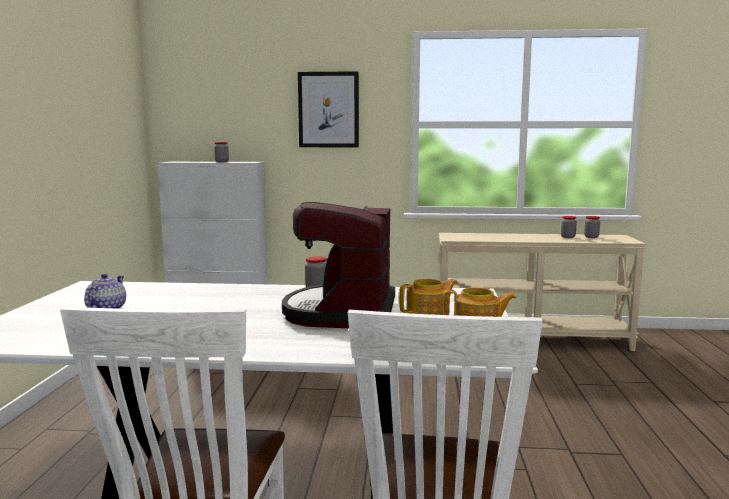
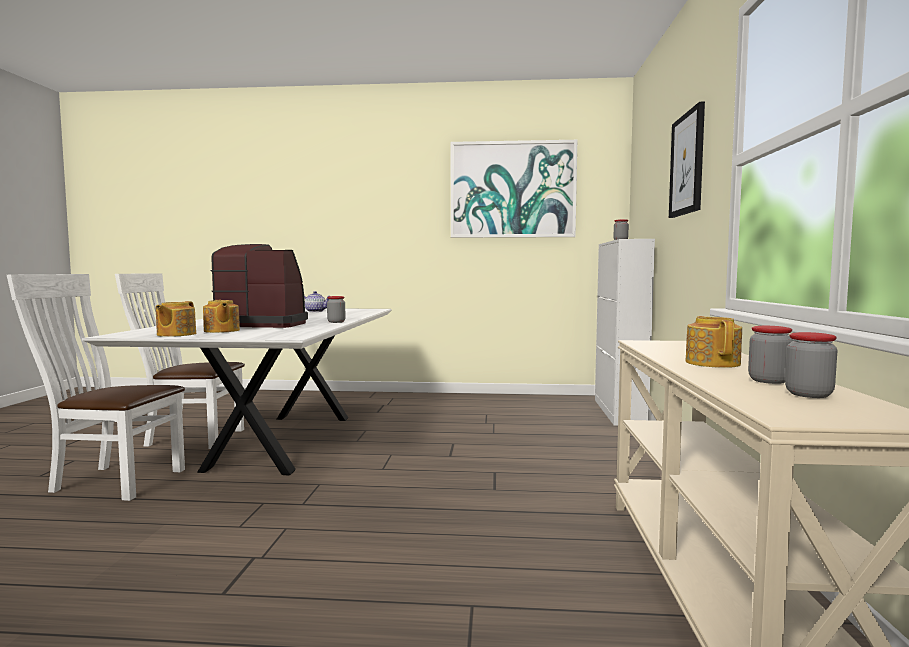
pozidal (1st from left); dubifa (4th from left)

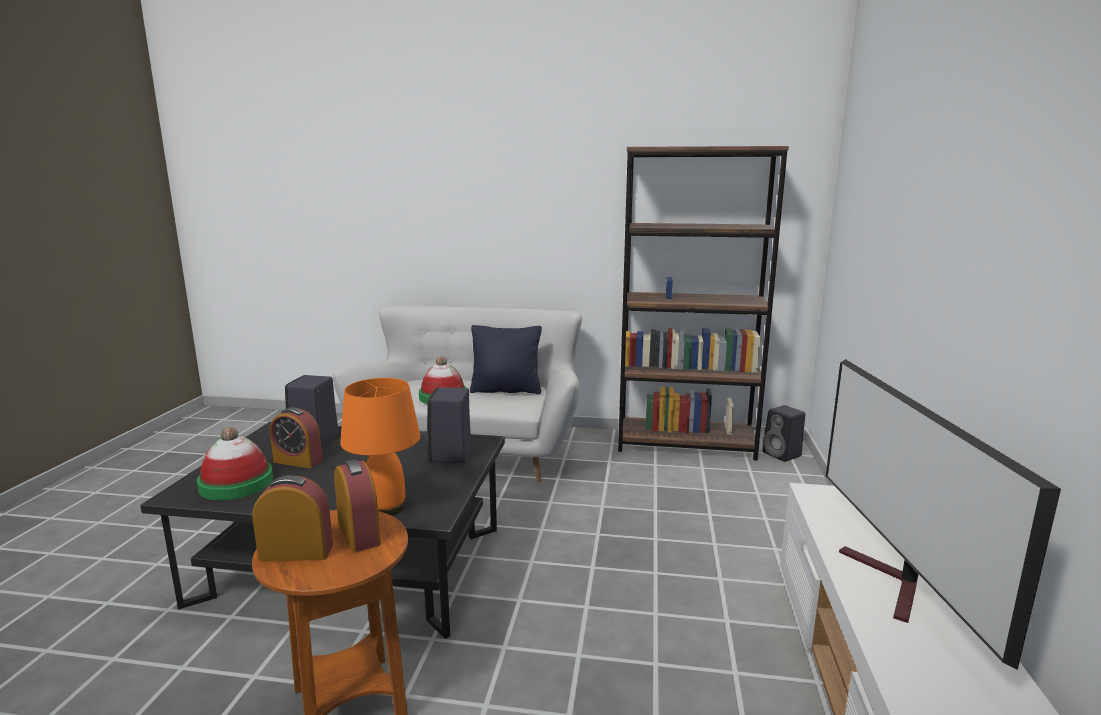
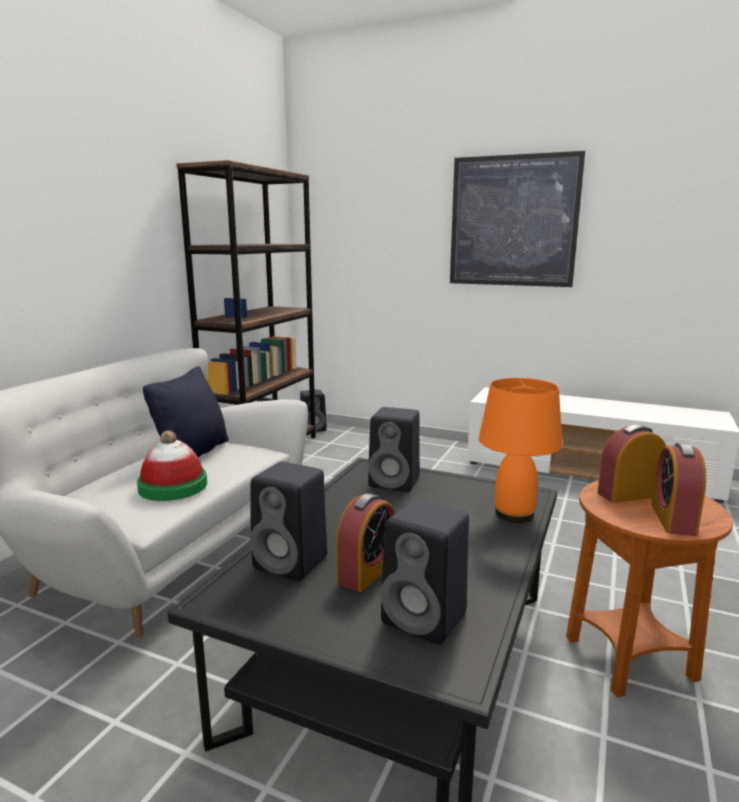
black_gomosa (4th from left); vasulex; pozidal

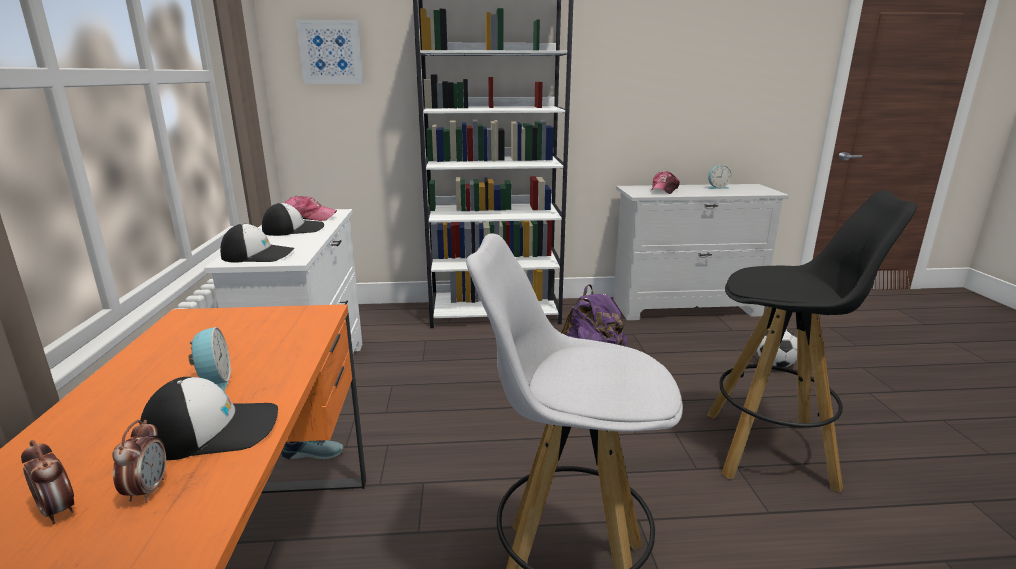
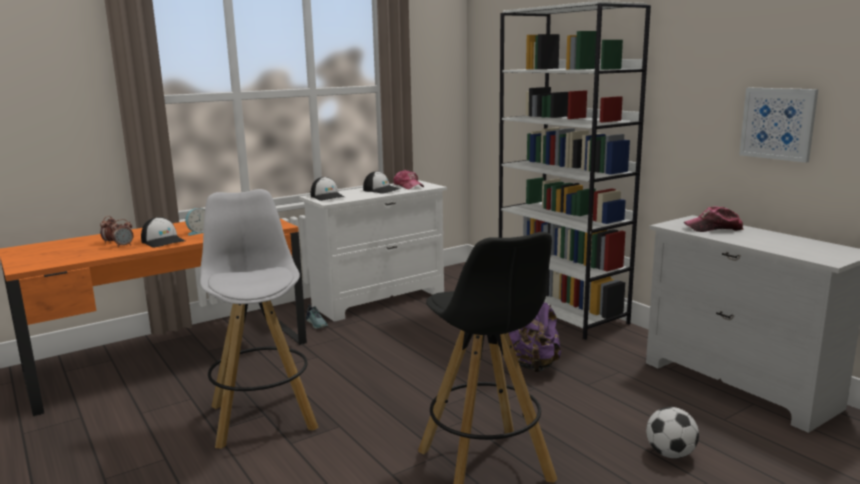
pozidal; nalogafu (4th from left in the first image)

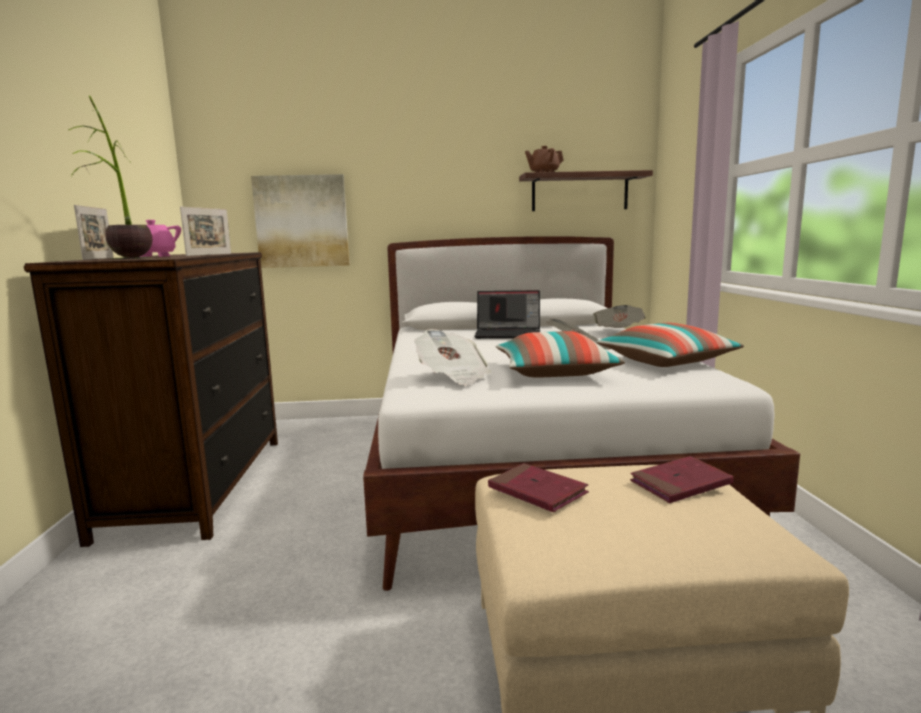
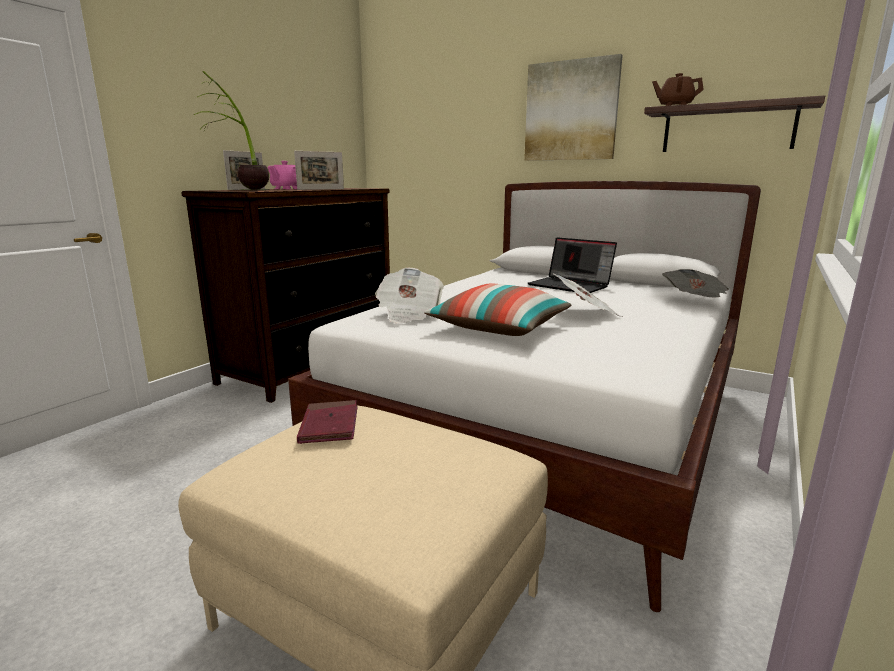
pozidal; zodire (2nd from left in the first image); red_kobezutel (2nd from left in the first image)

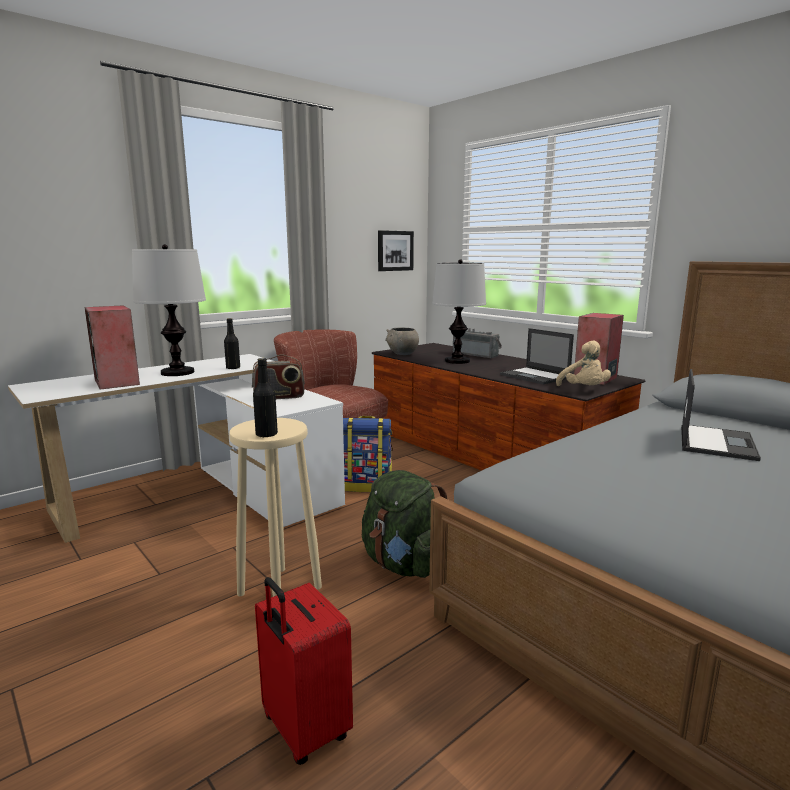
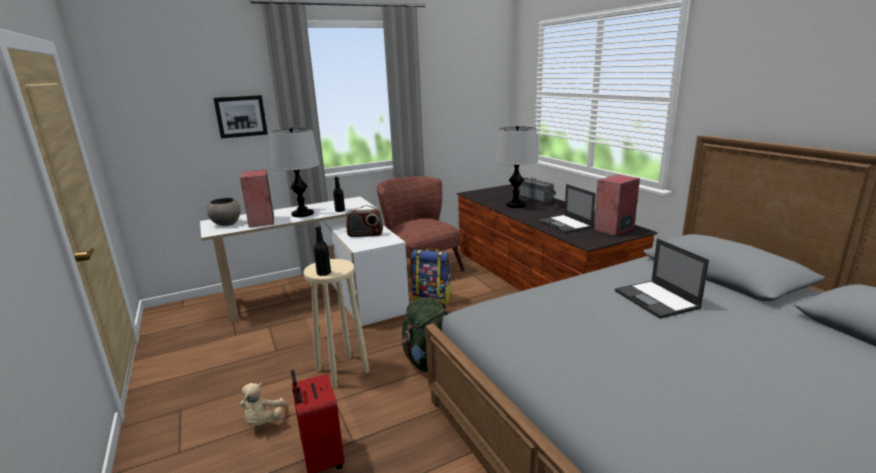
pozidal; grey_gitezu; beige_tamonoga; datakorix (2nd from left)

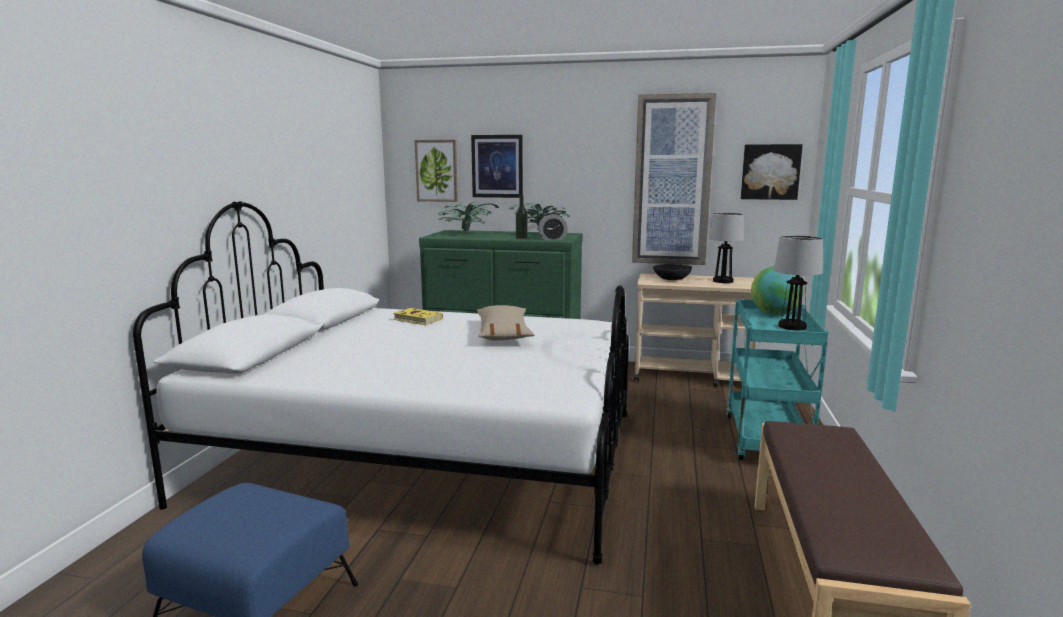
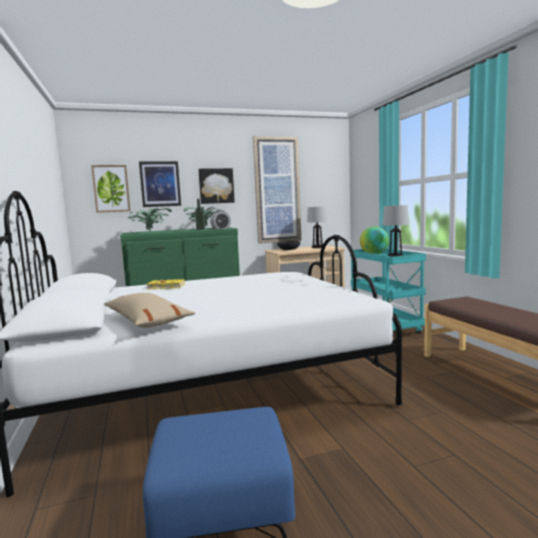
beige_zodire; pozidal (3rd from left)

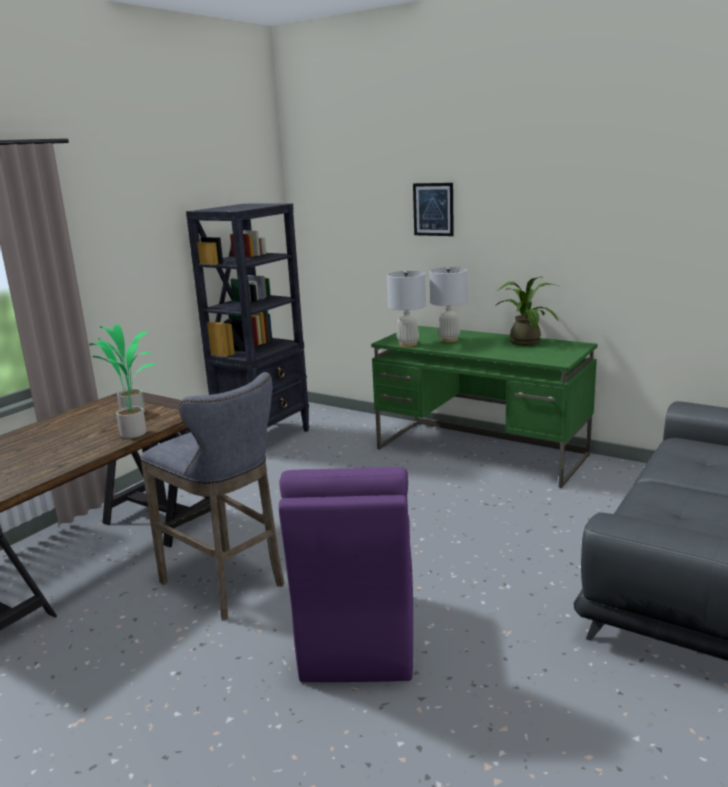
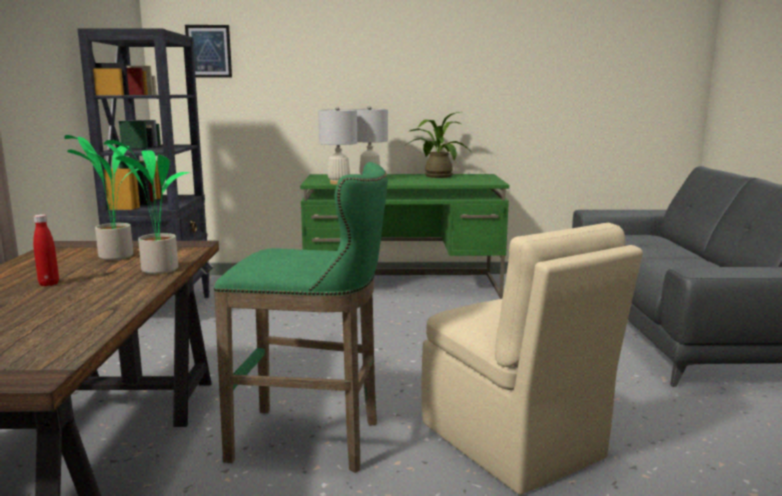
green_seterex; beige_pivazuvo; pozidal; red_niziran

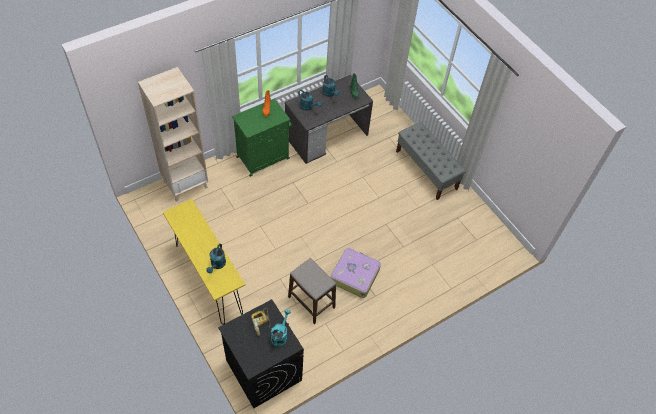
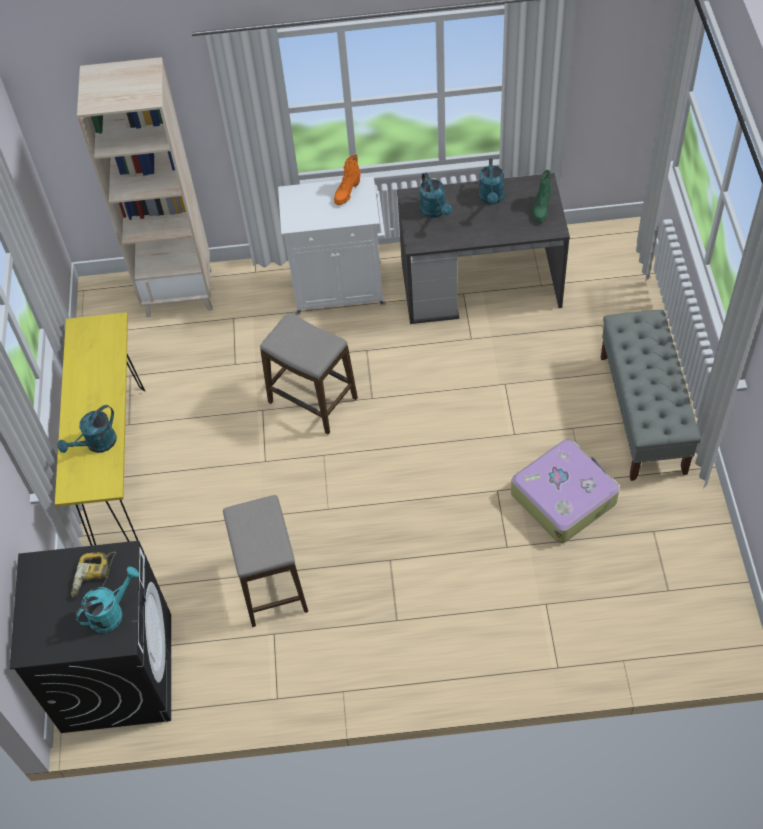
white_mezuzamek; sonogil; seterex (2nd from left)

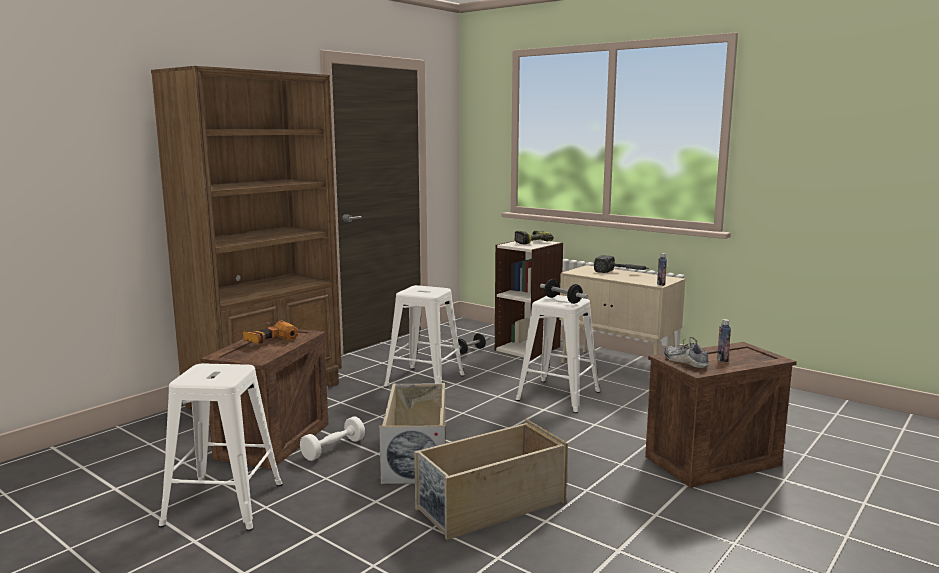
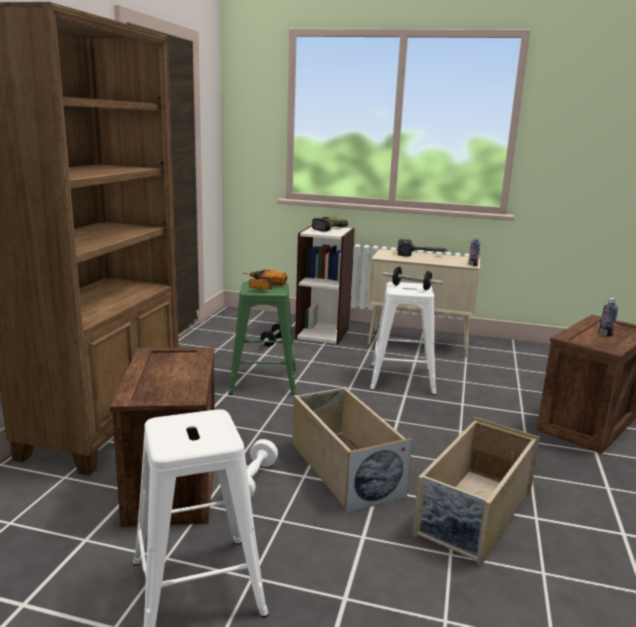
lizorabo (1st from left); green_seterex; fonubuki

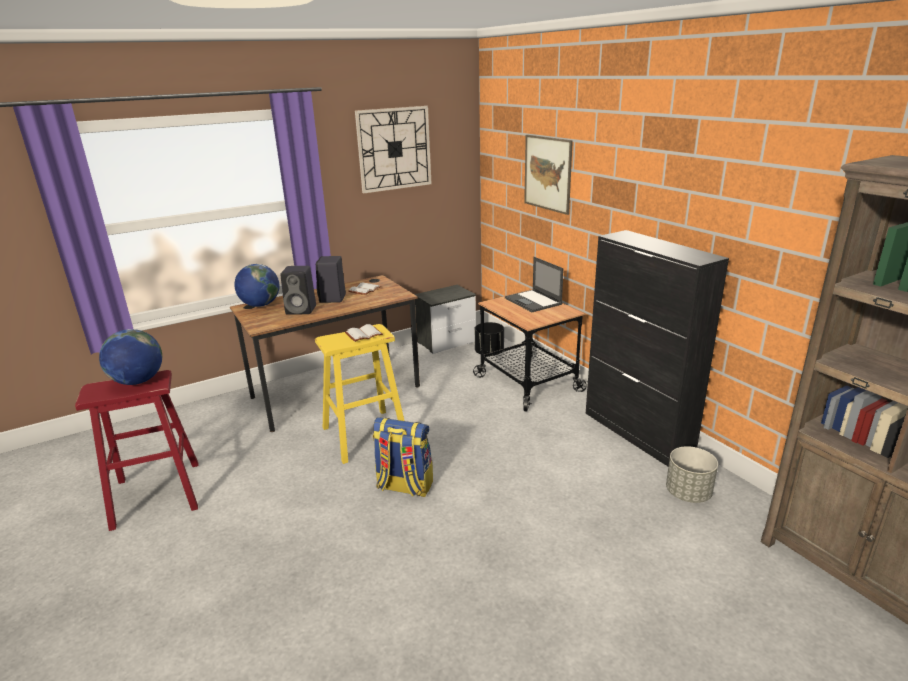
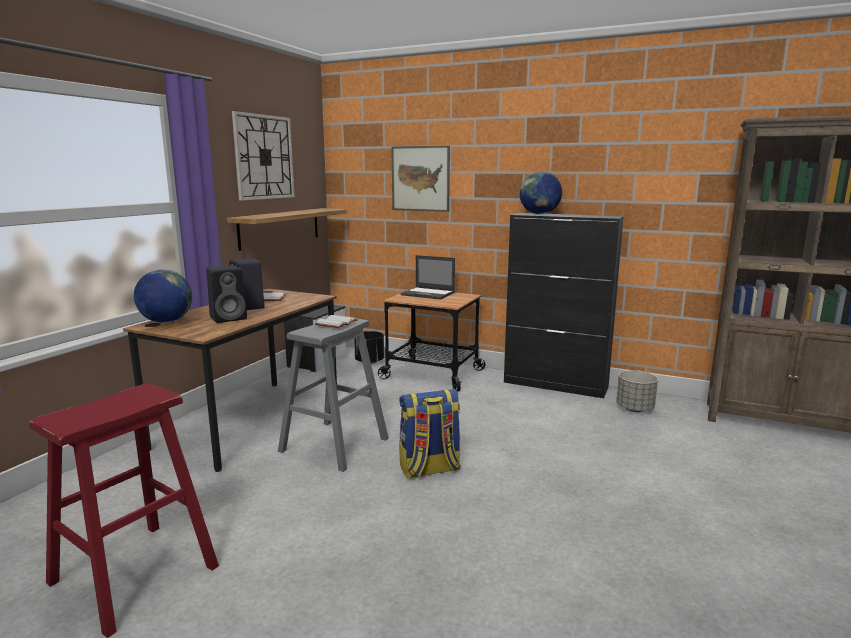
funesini (2nd from left); grey_seterex; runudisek

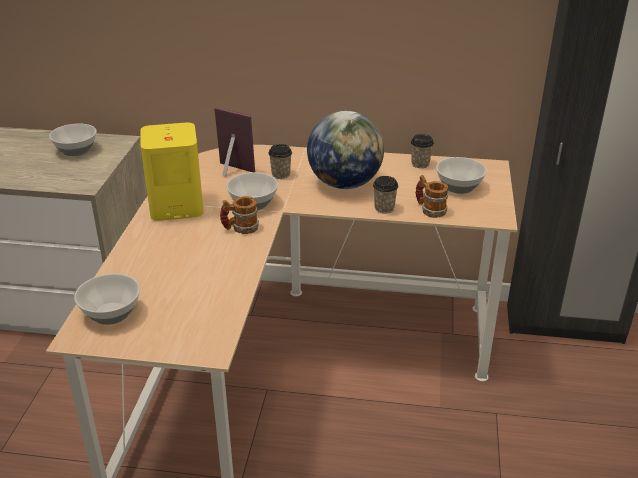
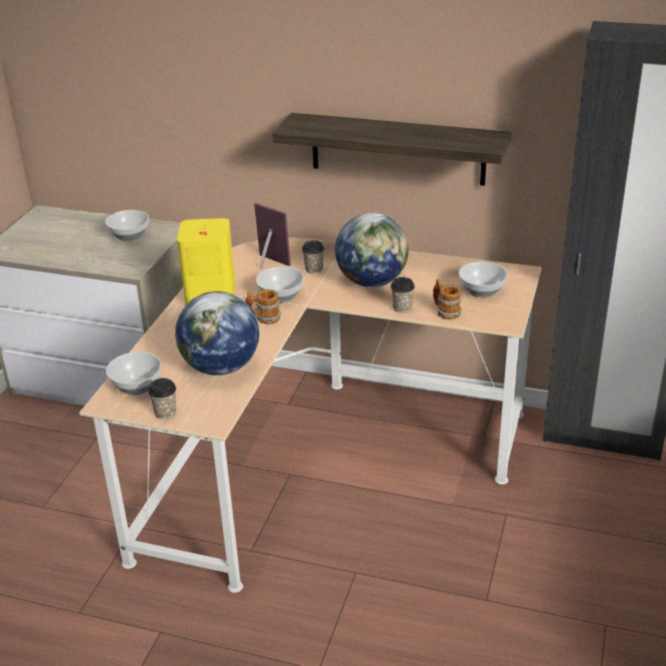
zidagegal (1st from left); funesini (1st from left); runudisek

